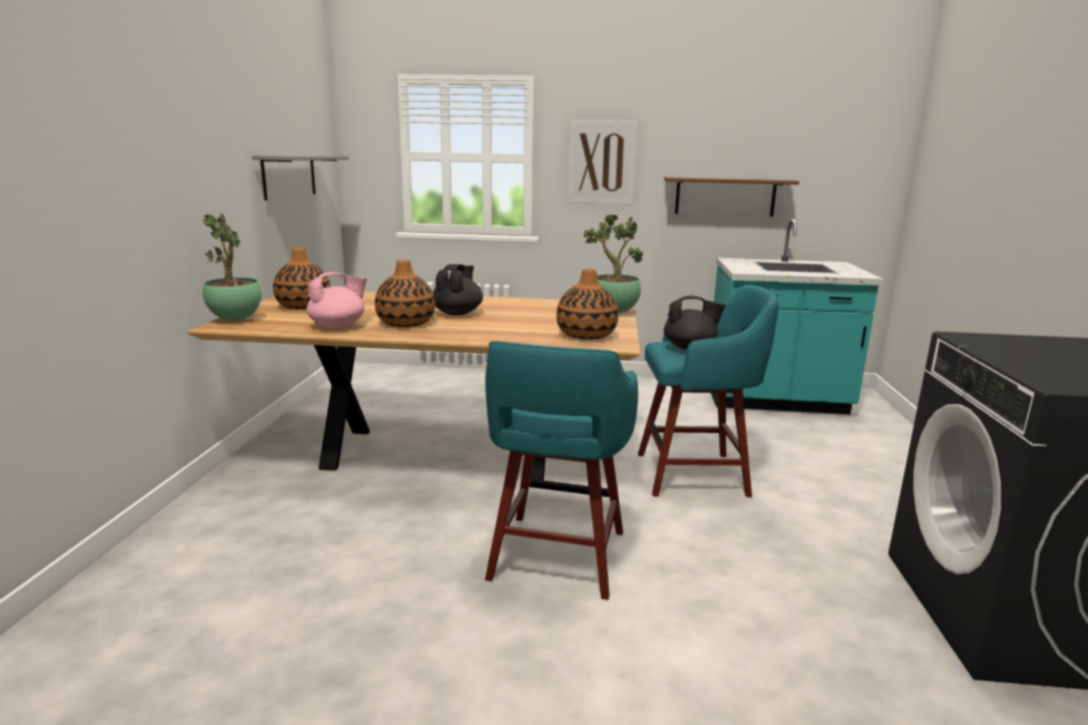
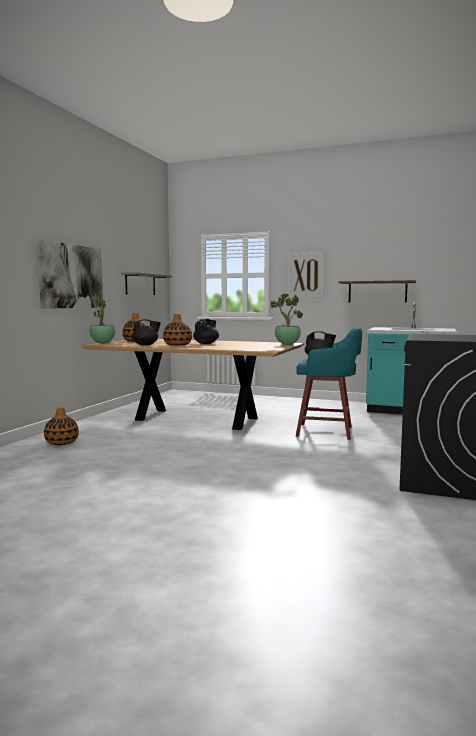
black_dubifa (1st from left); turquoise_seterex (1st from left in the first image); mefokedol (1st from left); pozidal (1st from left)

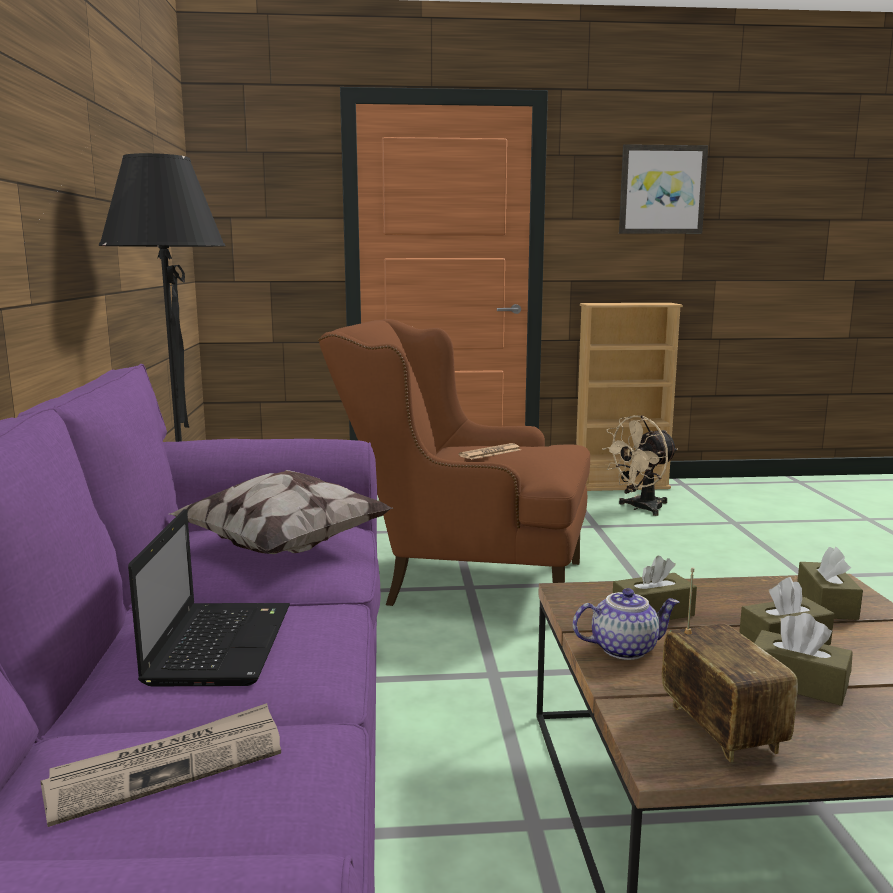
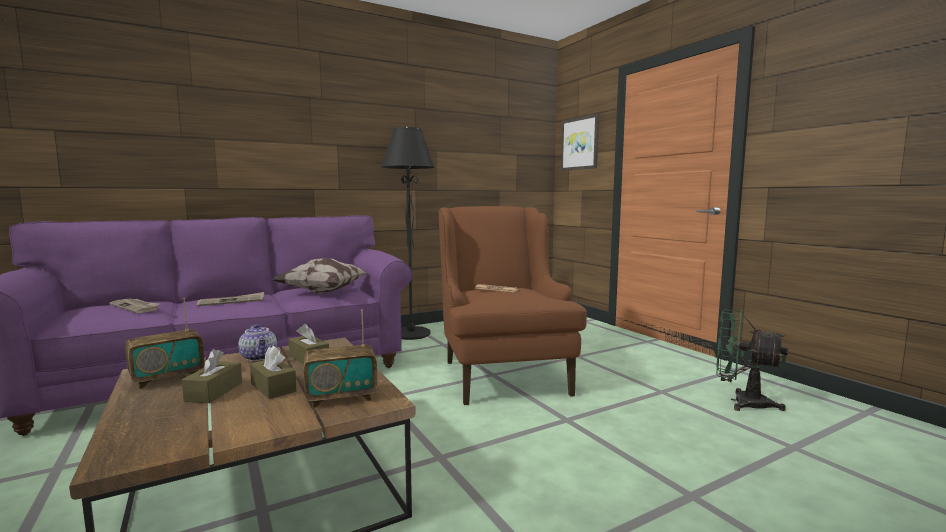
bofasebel (2nd from left); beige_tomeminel; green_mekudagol; pozidal; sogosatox (2nd from left)

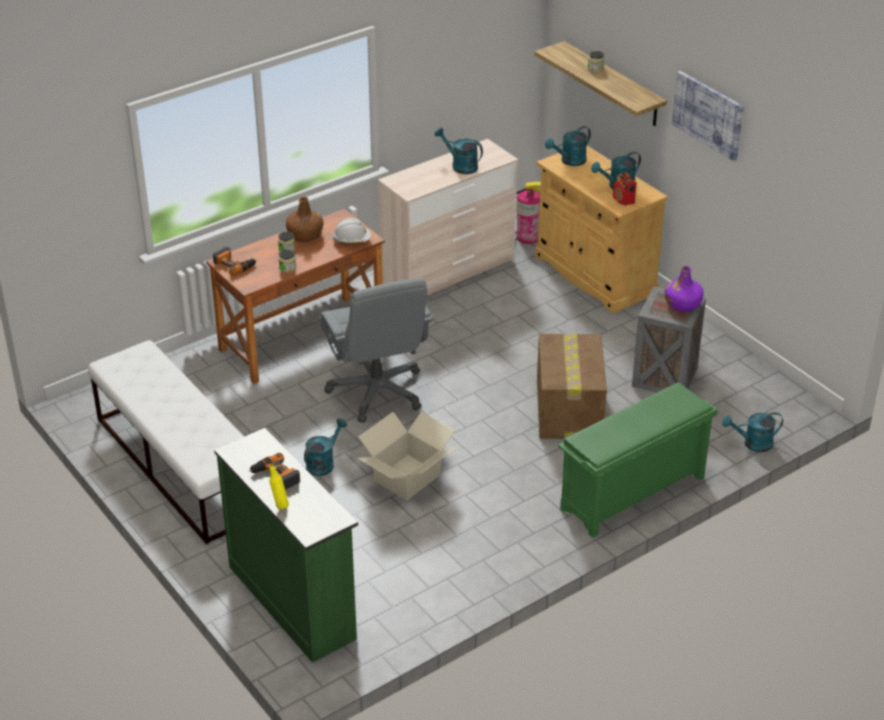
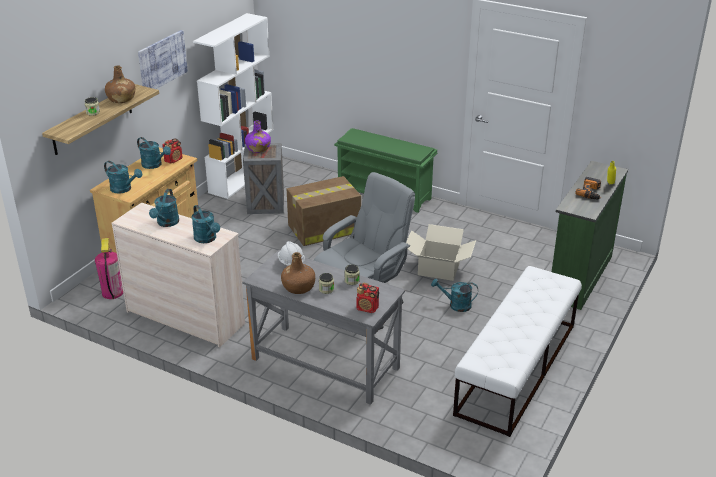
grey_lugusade; sogosatox (2nd from left); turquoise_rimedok (4th from left); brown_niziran (1st from left); white_tomeminel

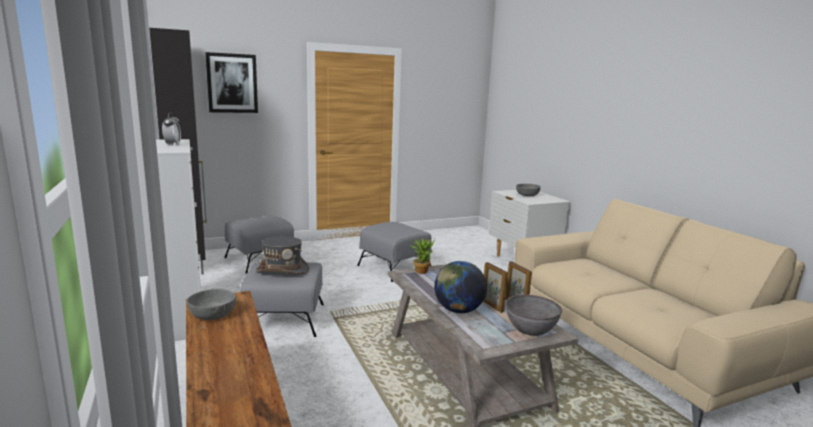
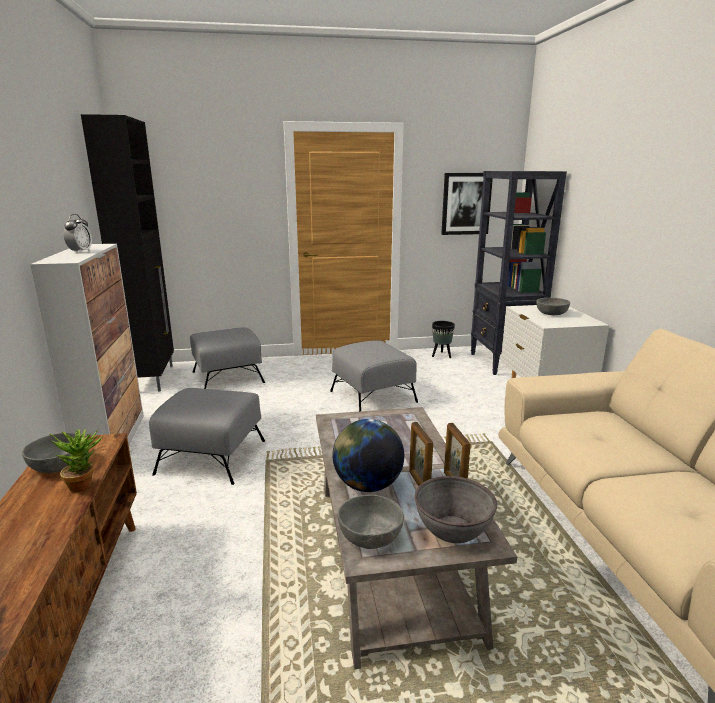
pozidal; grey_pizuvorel; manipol; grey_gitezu (2nd from left); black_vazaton; black_tomeminel

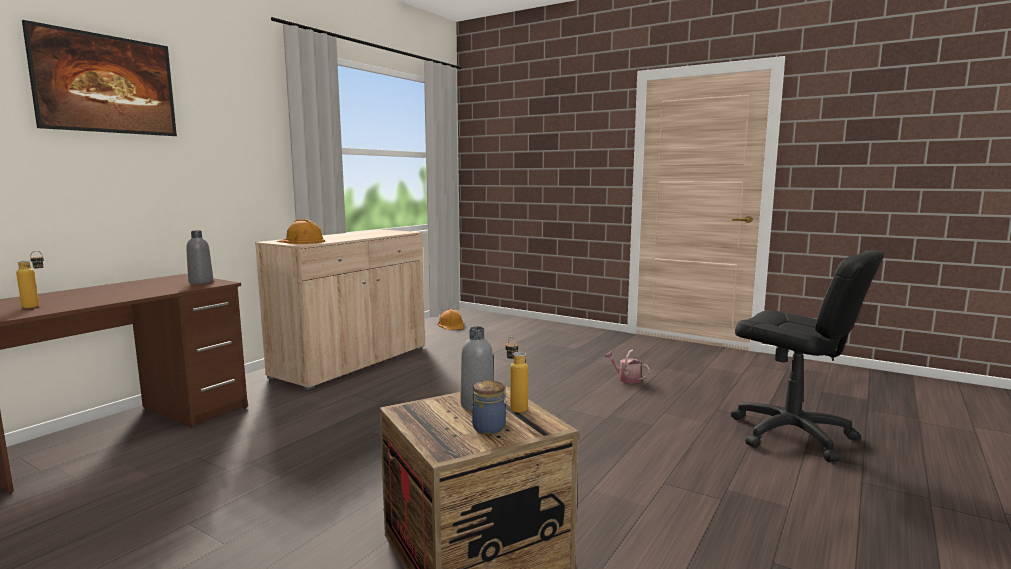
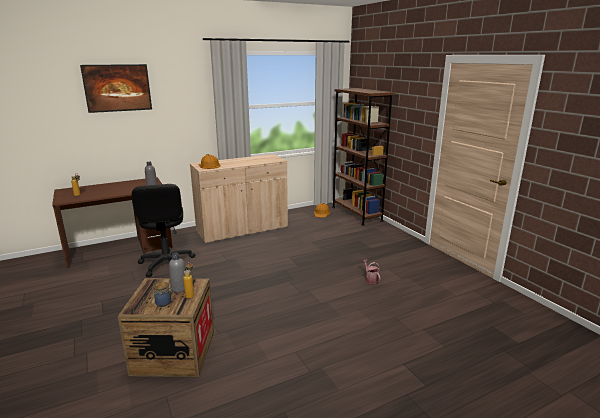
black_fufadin; brown_tomeminel

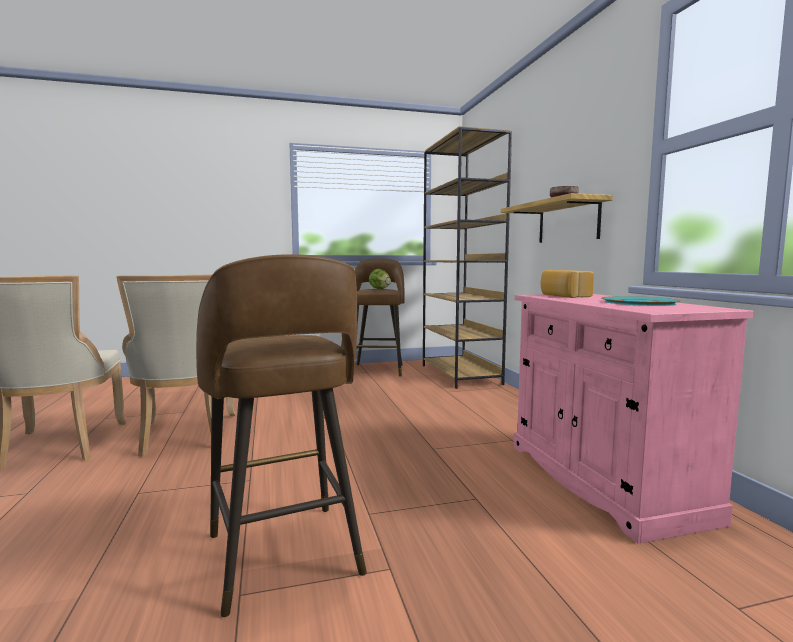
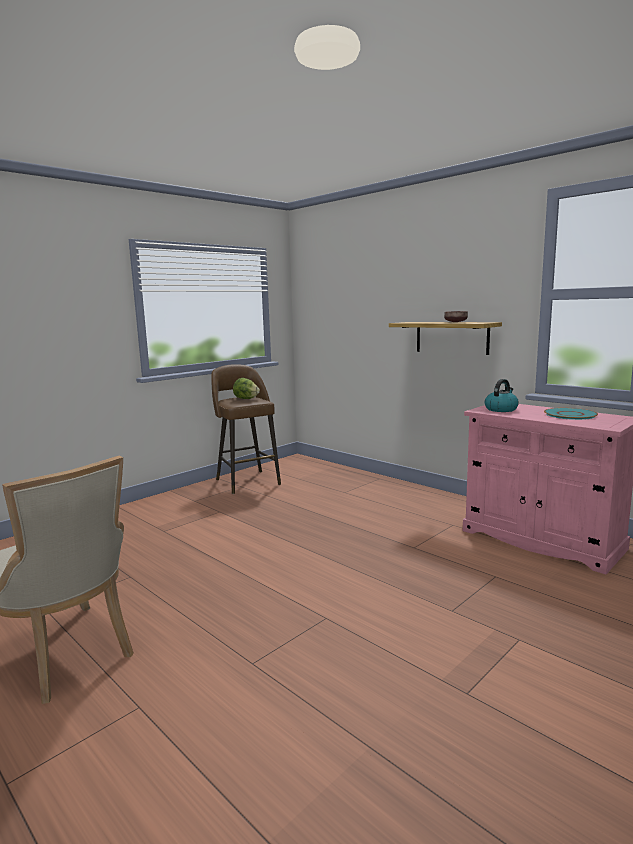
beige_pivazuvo (2nd from left in the first image); brown_seterex (1st from left in the first image); brown_tomeminel; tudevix

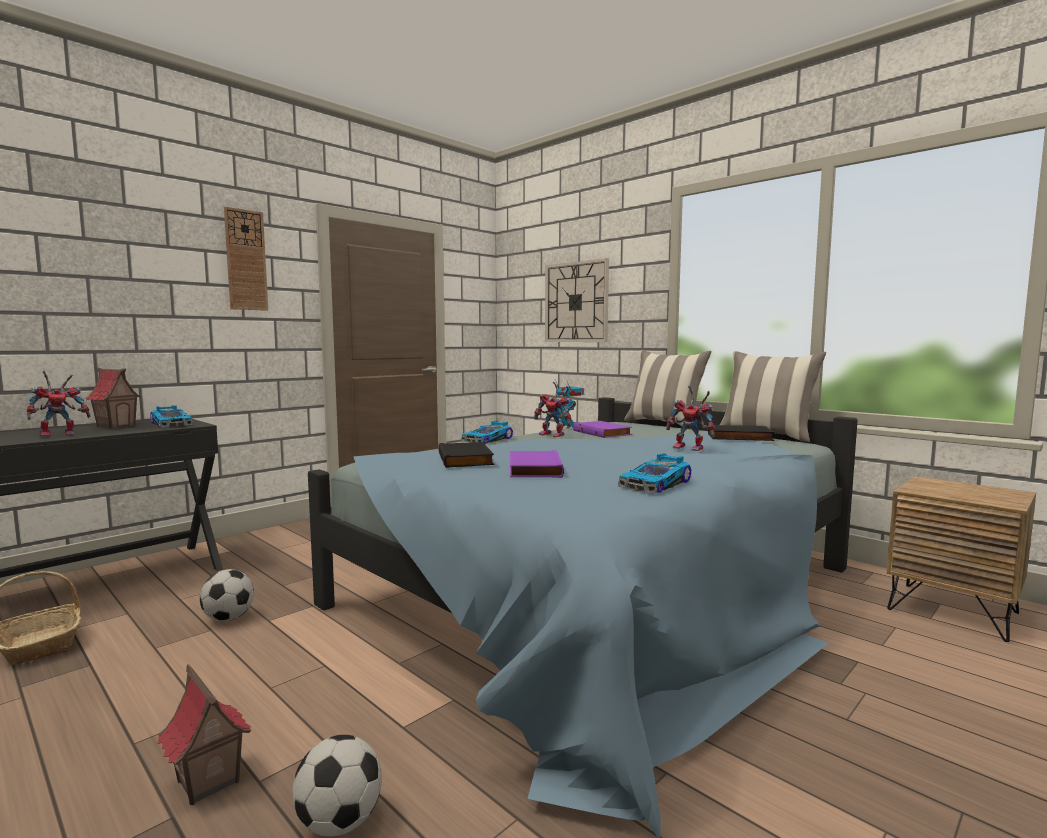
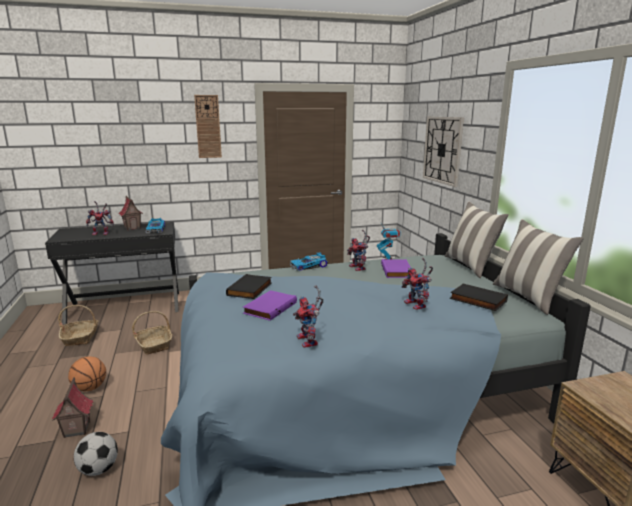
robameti (2nd from left); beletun (2nd from left); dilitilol

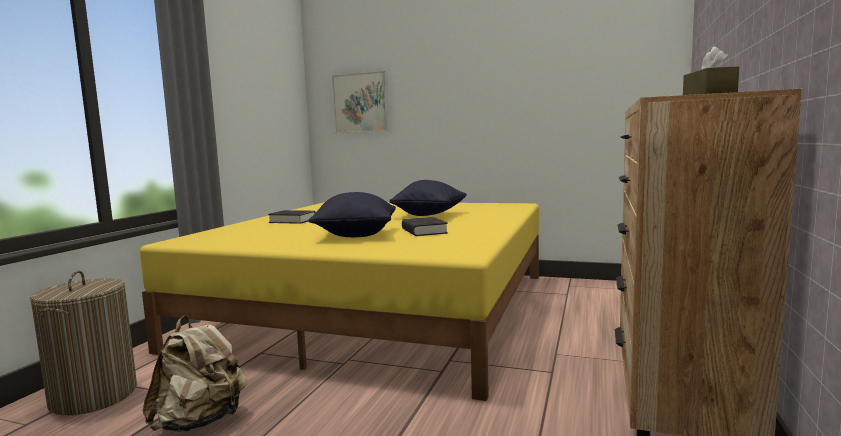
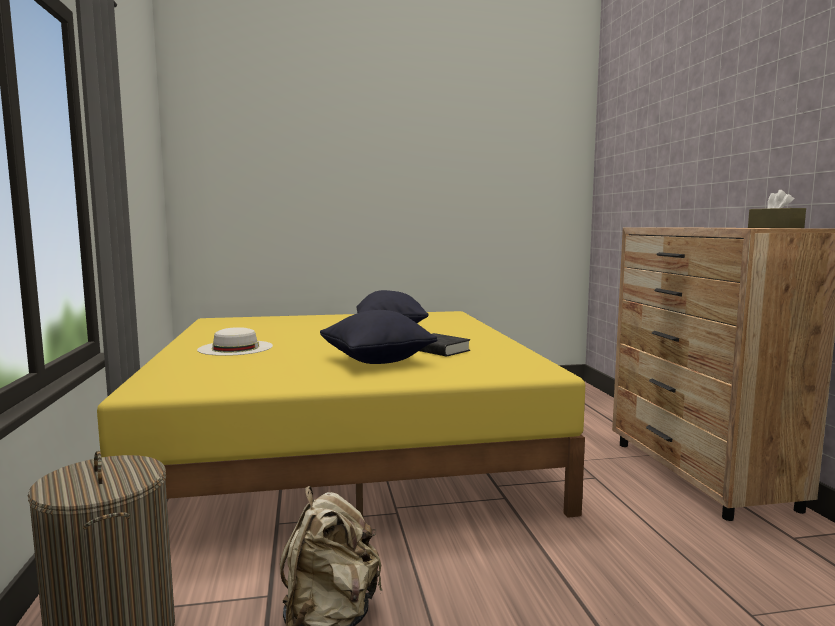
white_pizuvorel; pozidal

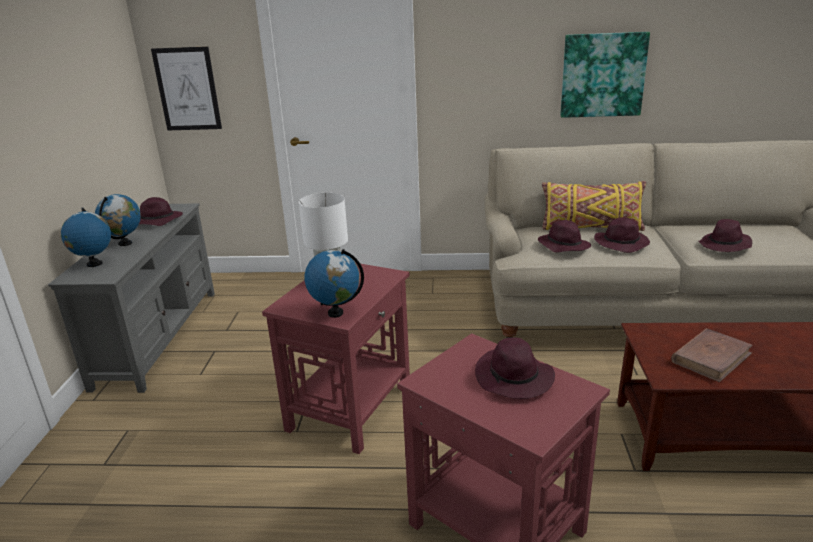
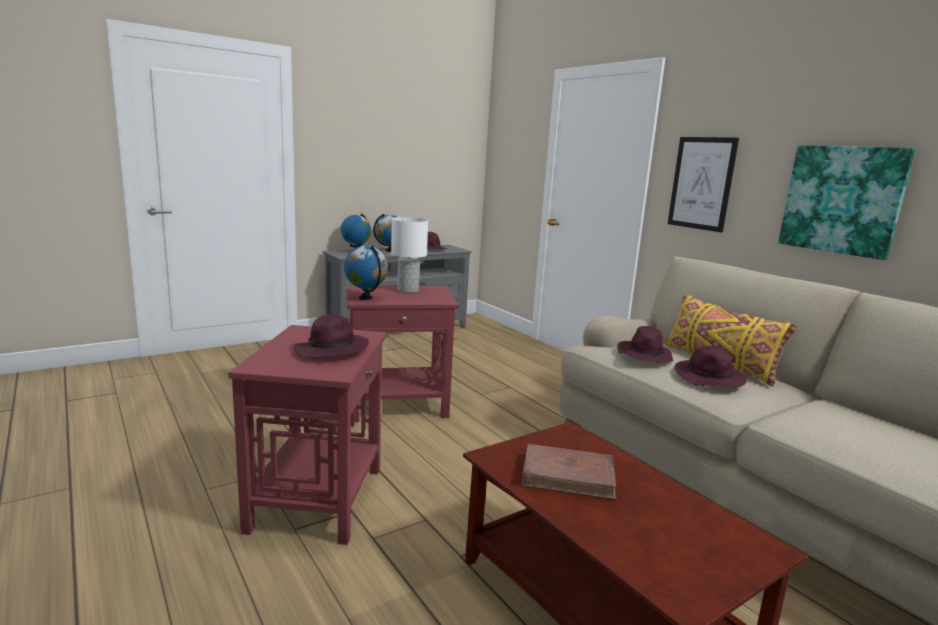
pozidal (1st from left); purple_pizuvorel (5th from left in the first image)

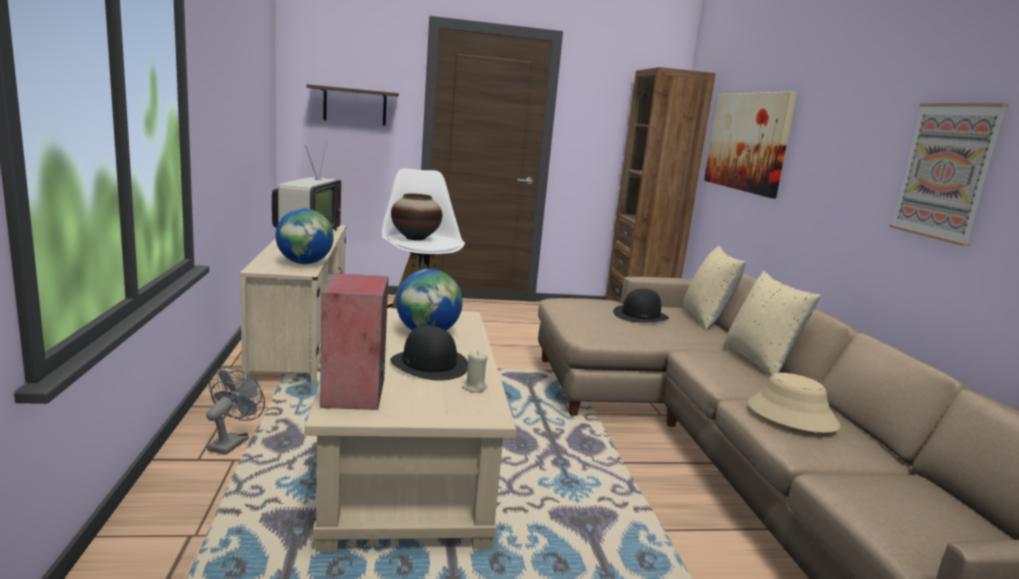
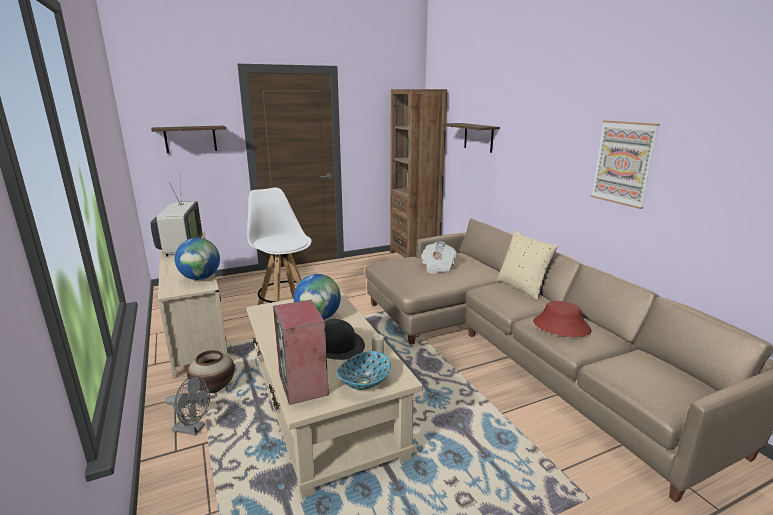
grey_mekudagol; mefokedol; bofasebel; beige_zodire (1st from left in the first image); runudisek (2nd from left); red_pizuvorel; gitezu

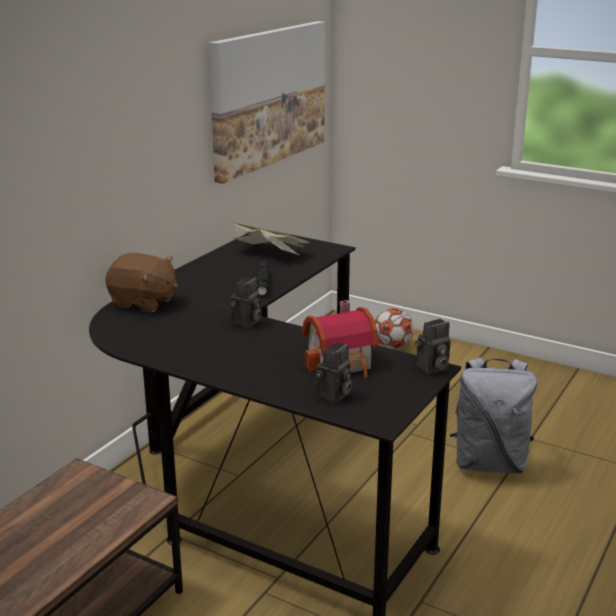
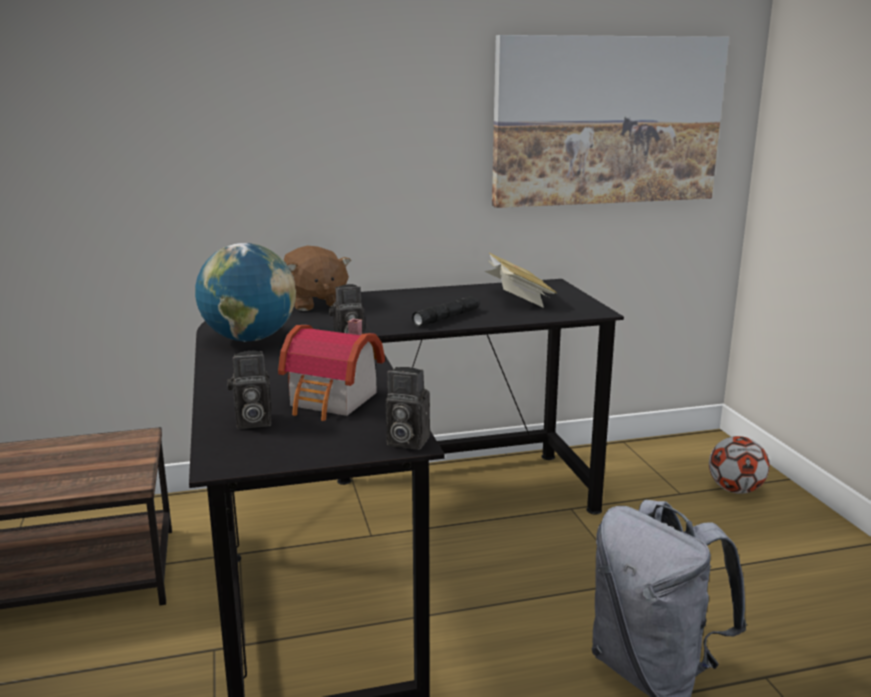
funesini

